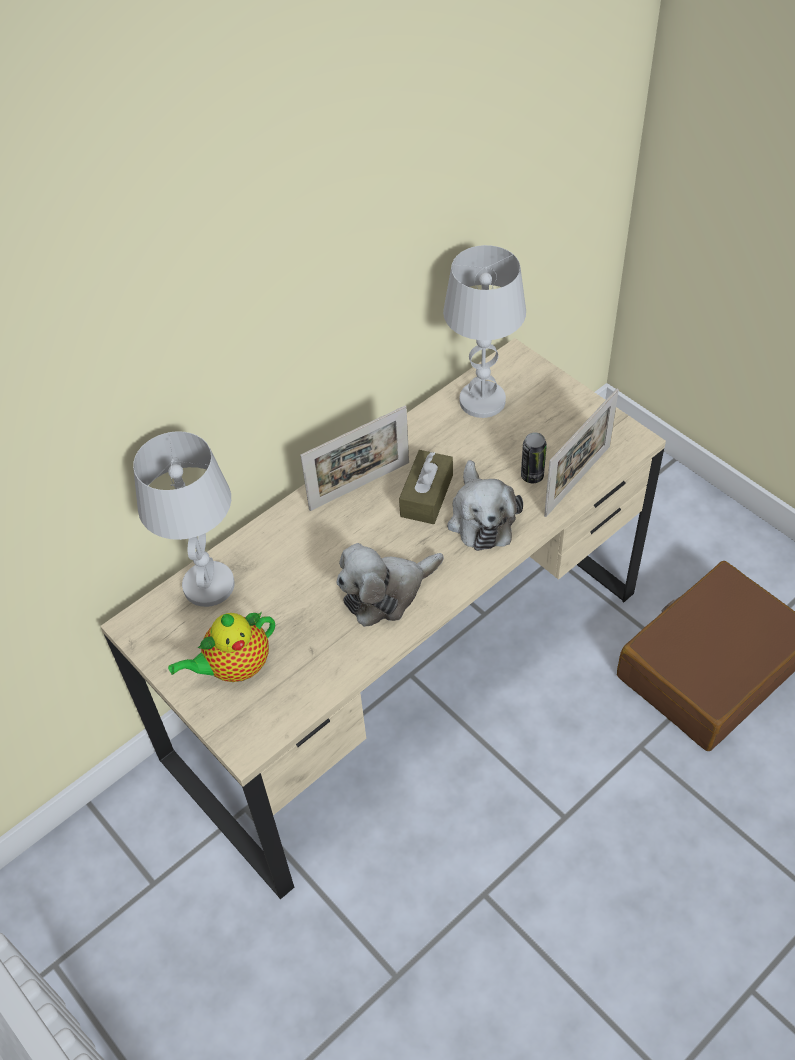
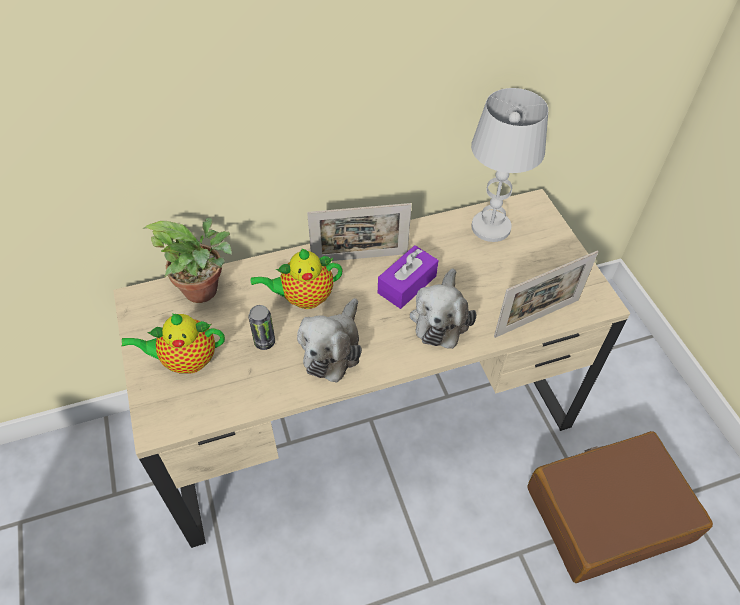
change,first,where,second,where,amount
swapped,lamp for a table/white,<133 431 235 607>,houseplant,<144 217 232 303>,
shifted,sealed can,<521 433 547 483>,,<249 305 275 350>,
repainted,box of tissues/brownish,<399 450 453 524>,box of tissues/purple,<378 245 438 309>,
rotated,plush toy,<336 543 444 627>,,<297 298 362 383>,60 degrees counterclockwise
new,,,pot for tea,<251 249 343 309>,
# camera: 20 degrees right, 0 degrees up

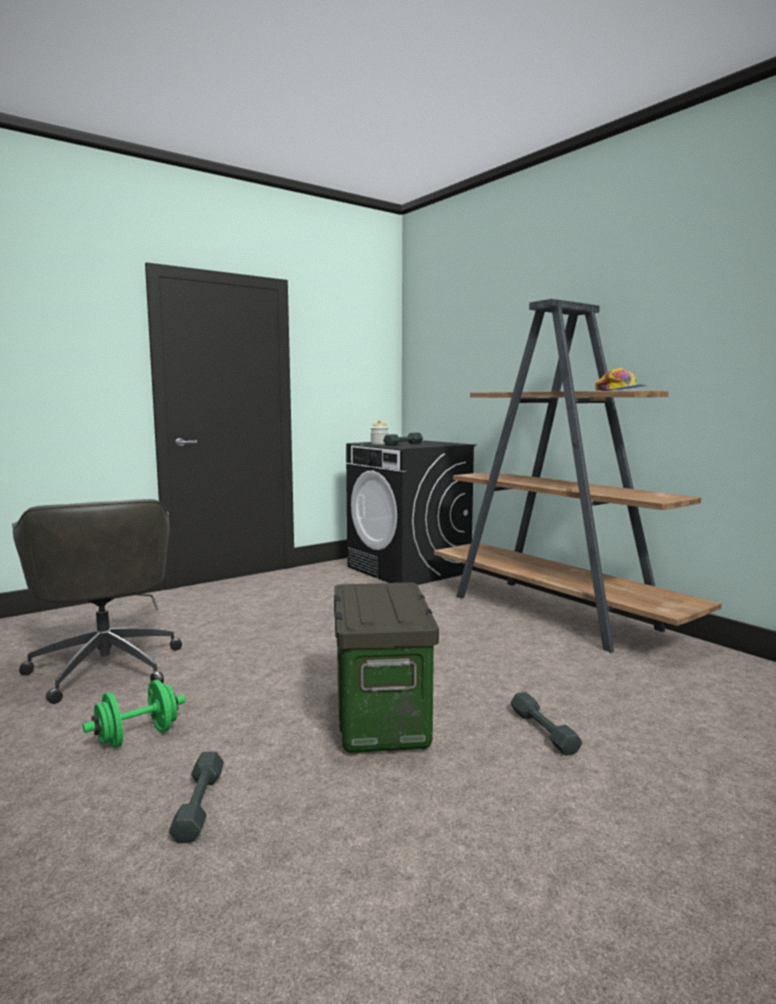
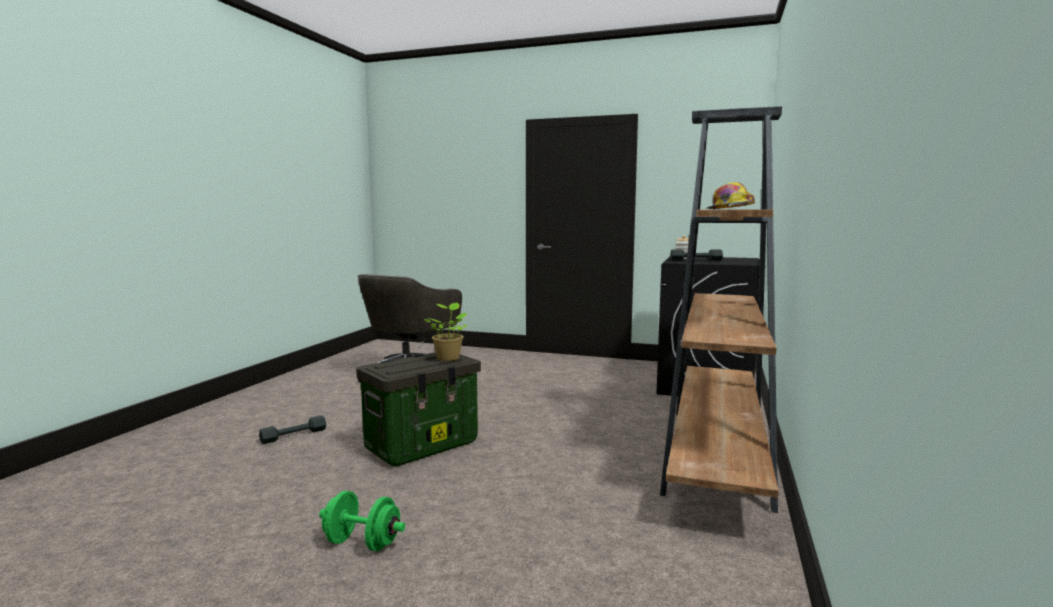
change,first,where,second,where,amount
shifted,hand weight/green,<83 680 185 748>,,<319 491 405 551>,
gone,hand weight/grey,<510 692 582 756>,,,
new,,,houseplant,<424 302 467 361>,
# camera: 55 degrees right, 0 degrees up

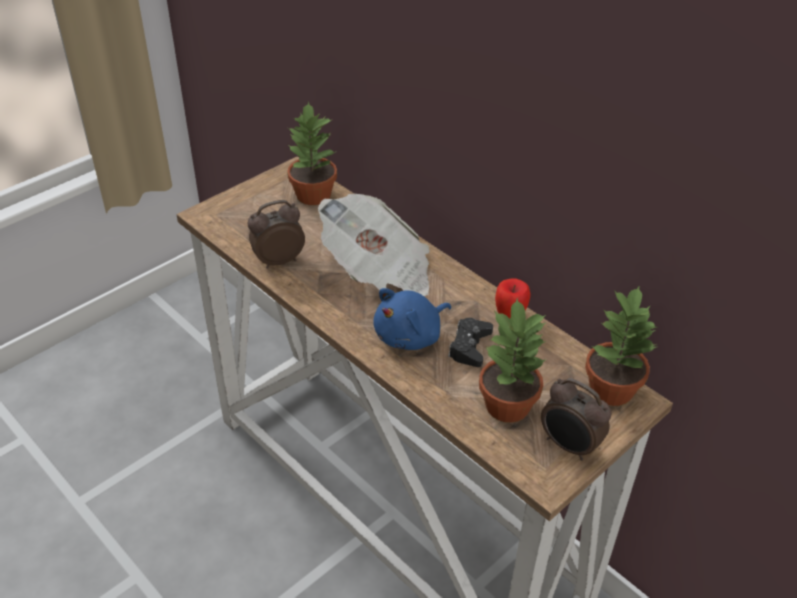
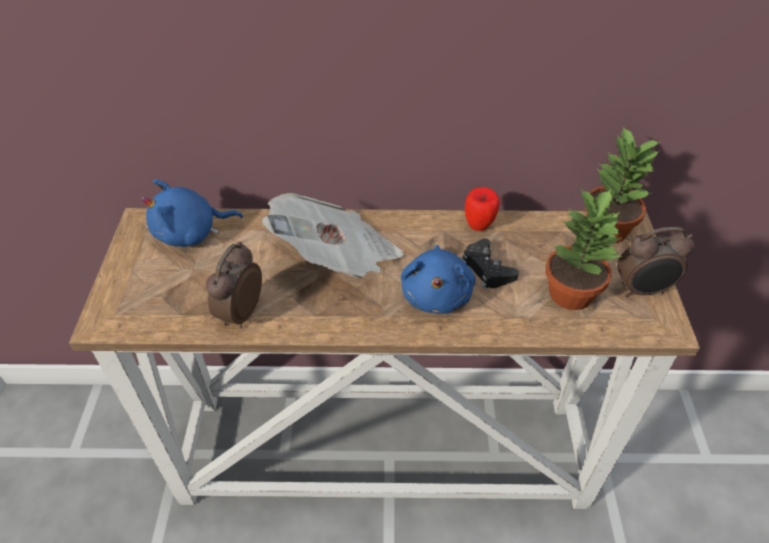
change,first,where,second,where,amount
swapped,houseplant,<287 101 337 205>,plush toy/blue,<141 179 243 247>,
# camera: 45 degrees left, 5 degrees up

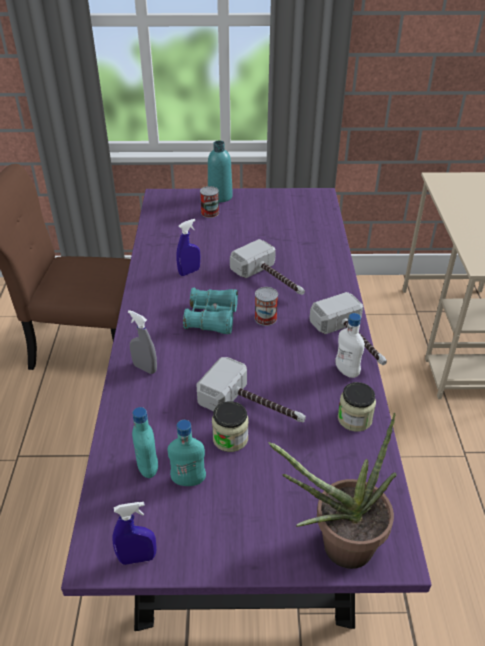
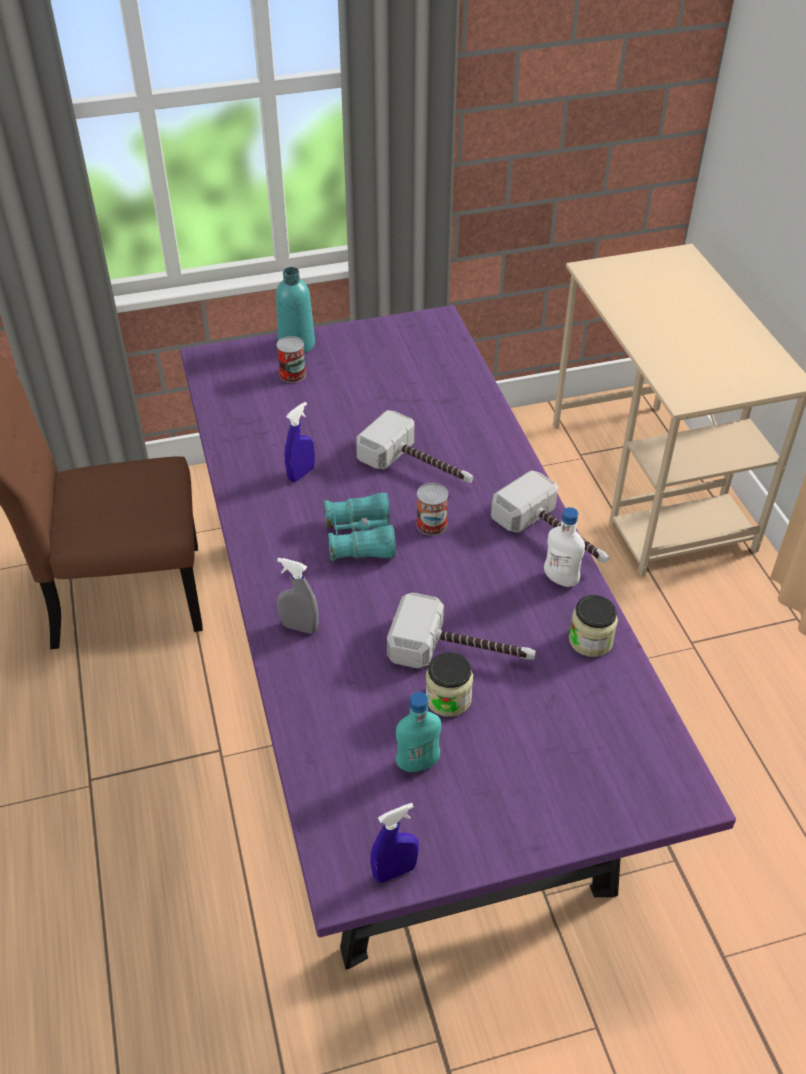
change,first,where,second,where,amount
gone,bottle/blue-green,<132 407 158 478>,,,
gone,houseplant,<268 413 397 569>,,,
# camera: 15 degrees left, 5 degrees up

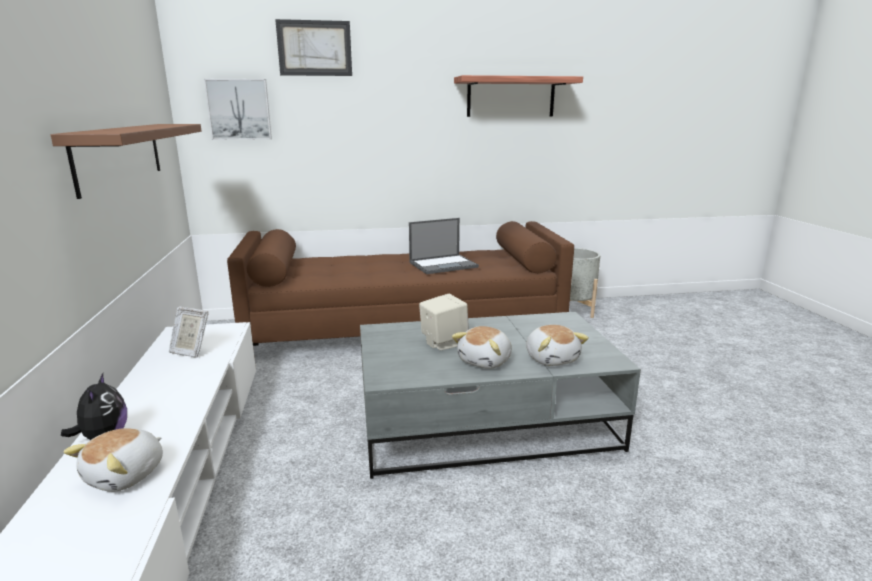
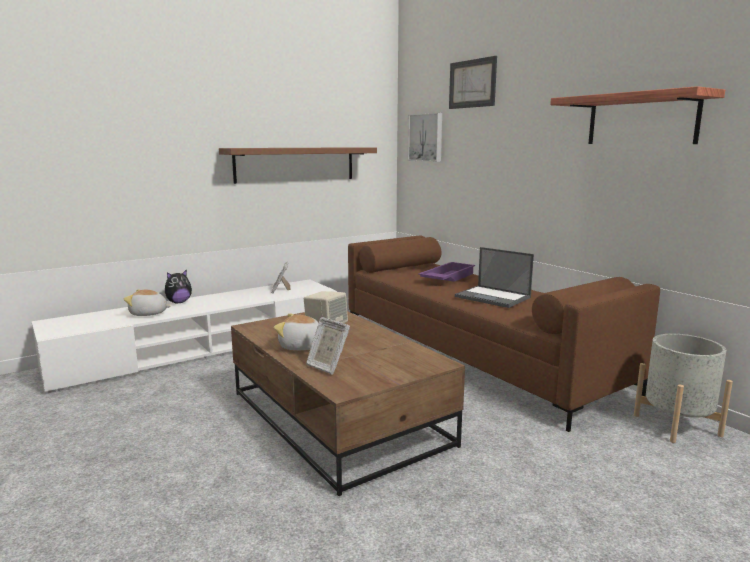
change,first,where,second,where,amount
repainted,lounge table/grey,<360 312 641 479>,lounge table/brownish,<231 311 465 496>,
swapped,plush toy,<526 325 589 366>,standing frame,<306 317 350 375>,
new,,,carrying tray/purple,<418 262 475 282>,
# camera: 65 degrees right, 5 degrees down

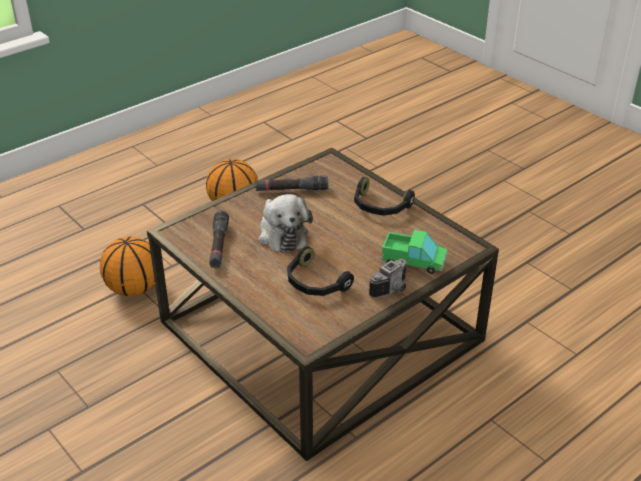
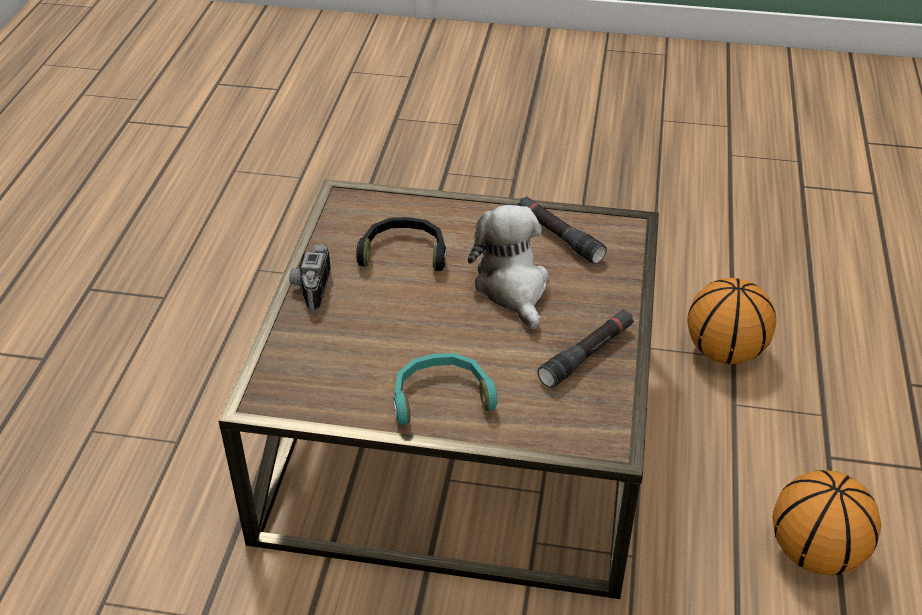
change,first,where,second,where,amount
repainted,pair of headphones/black-coloured,<354 177 415 216>,pair of headphones/blue-green,<394 353 497 425>,
rotated,plush toy,<258 194 313 253>,,<468 205 549 330>,45 degrees clockwise
gone,toy lorry,<381 230 447 274>,,,
# camera: 140 degrees right, 5 degrees up

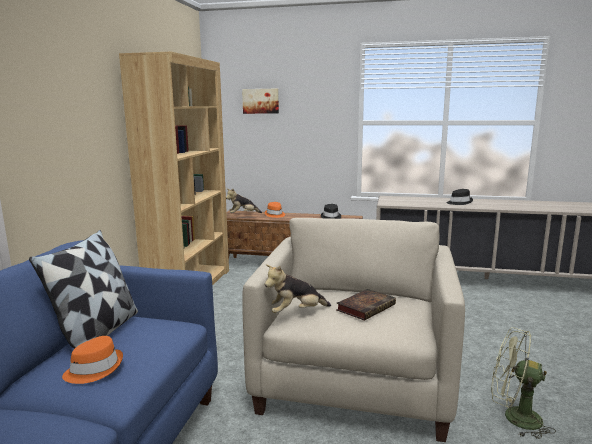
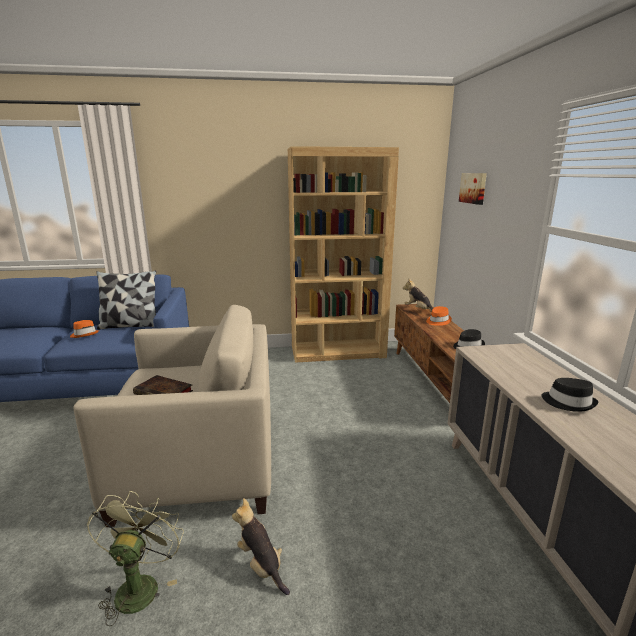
change,first,where,second,where,amount
shifted,plush toy,<264 264 331 313>,,<232 498 290 595>,
# camera: 70 degrees right, 5 degrees up

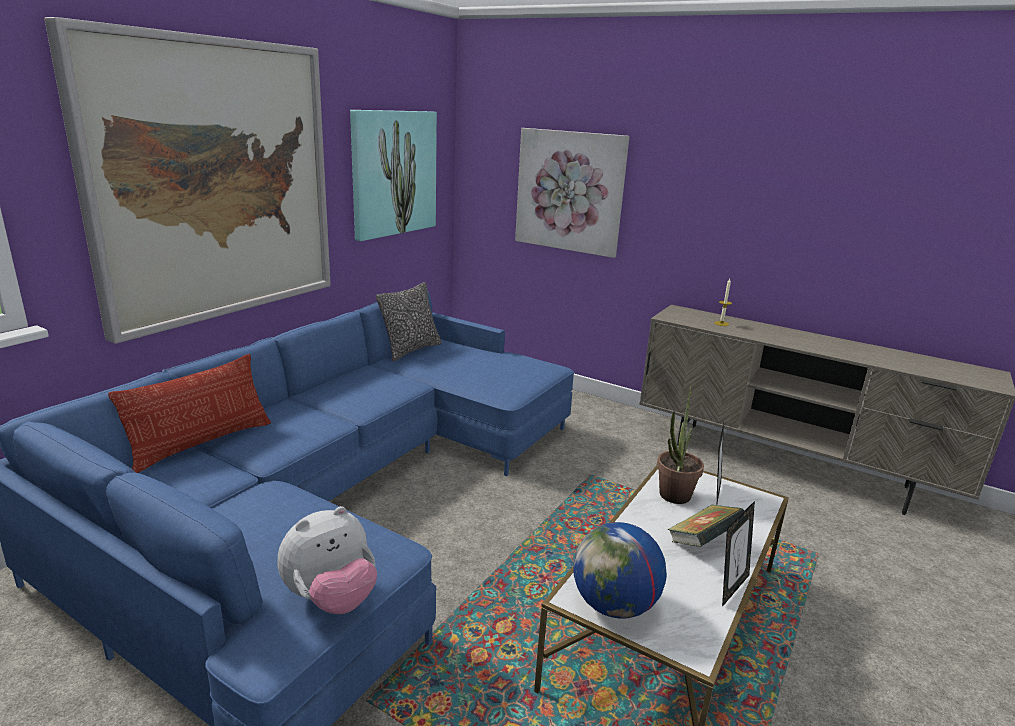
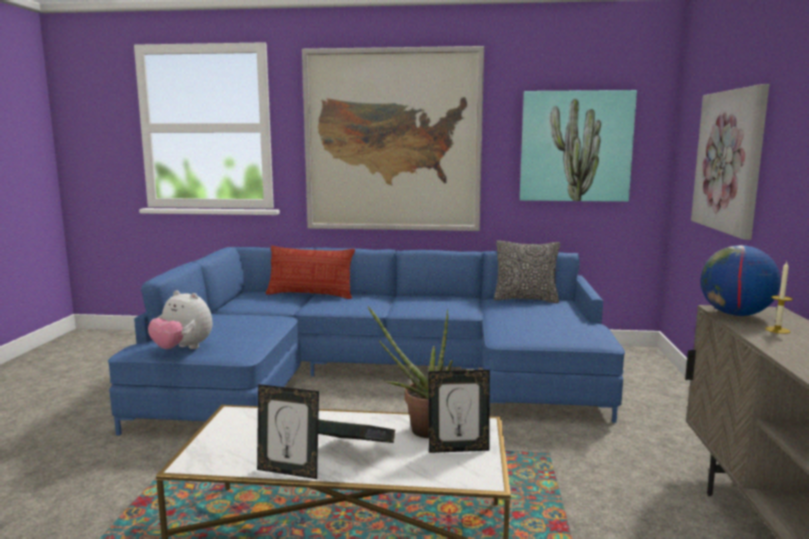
change,first,where,second,where,amount
shifted,desk globe,<573 522 667 619>,,<700 245 781 316>,
# camera: 65 degrees right, 10 degrees down

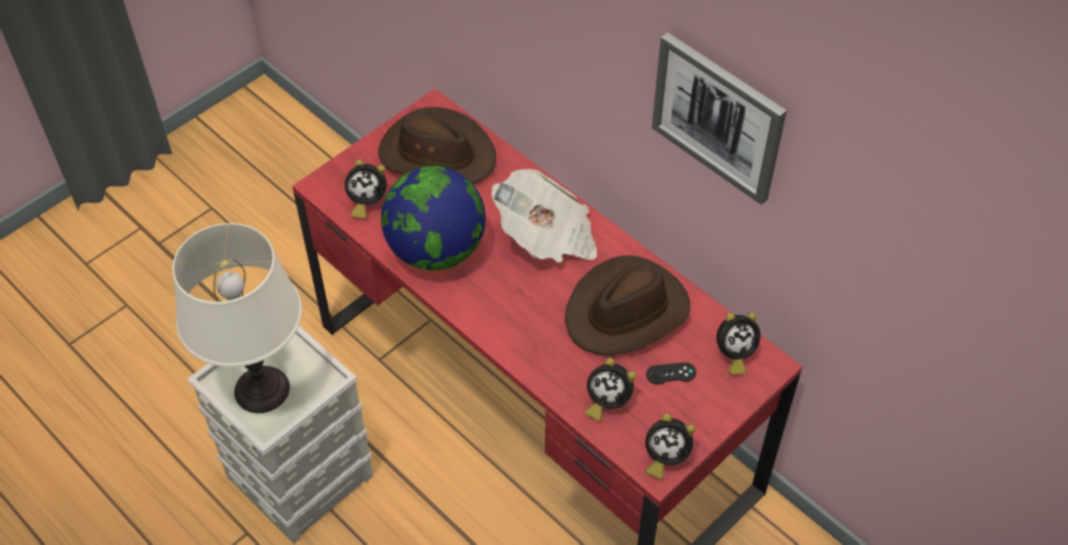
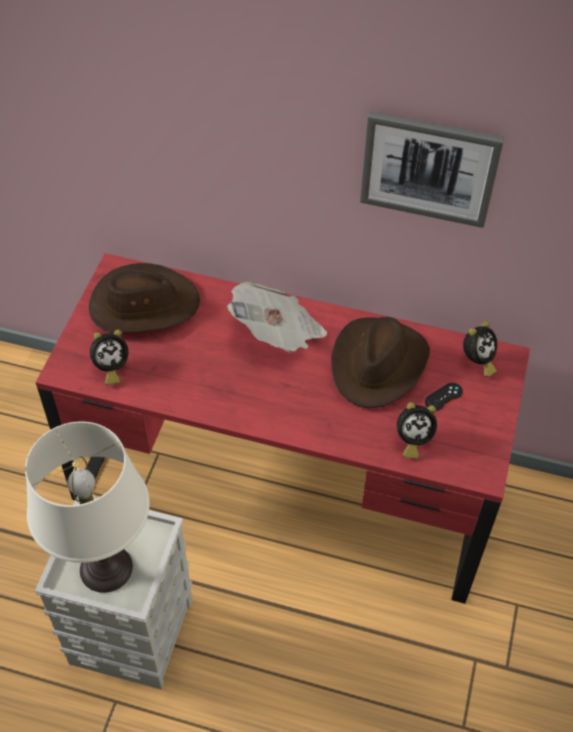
change,first,where,second,where,amount
gone,desk globe,<381 166 486 270>,,,
gone,bedside clock,<645 413 695 479>,,,
# camera: 30 degrees left, 0 degrees up

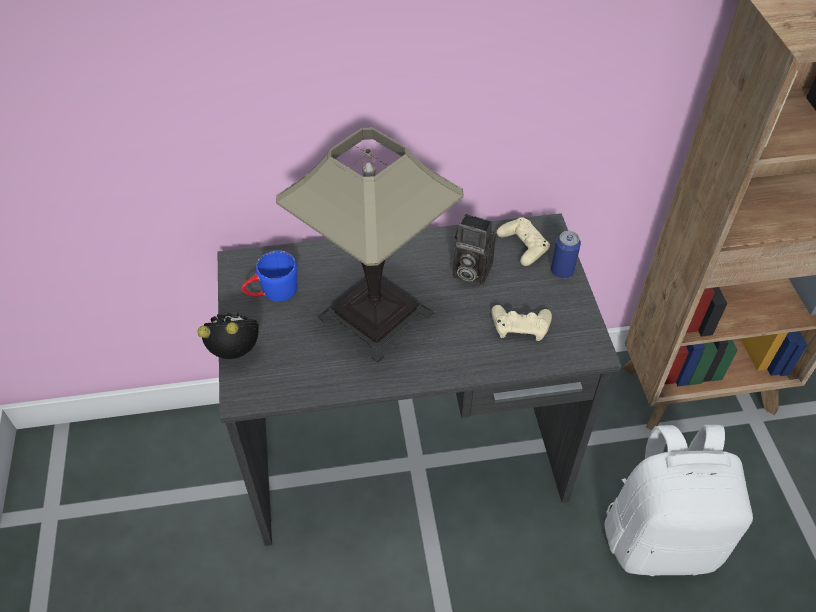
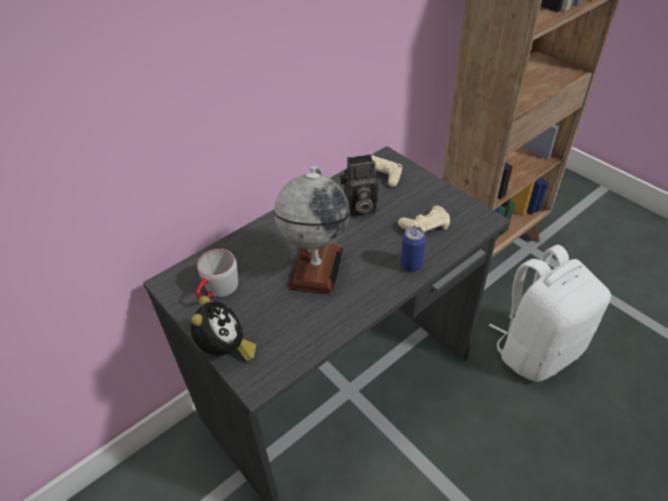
change,first,where,second,where,amount
swapped,lamp for a table,<276 127 464 363>,desk globe,<274 166 350 295>,
shifted,sealed can,<551 231 581 279>,,<401 227 426 272>,
repainted,tea mug/blue,<242 250 297 302>,tea mug/grey,<196 249 238 299>,
rotated,bedside clock,<197 313 259 359>,,<191 296 256 361>,120 degrees clockwise
# camera: 30 degrees left, 5 degrees down

